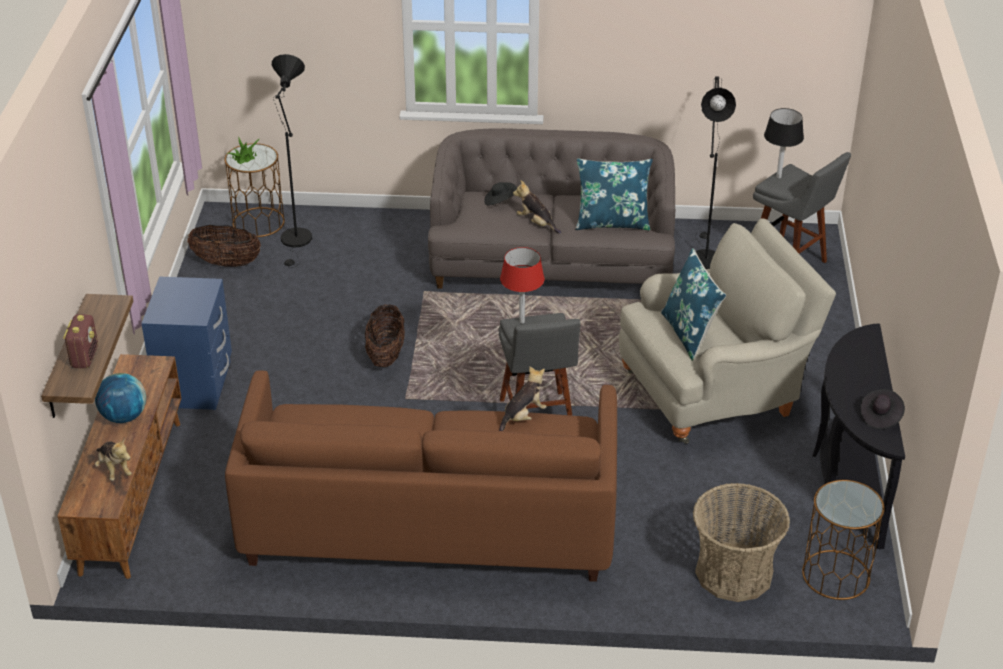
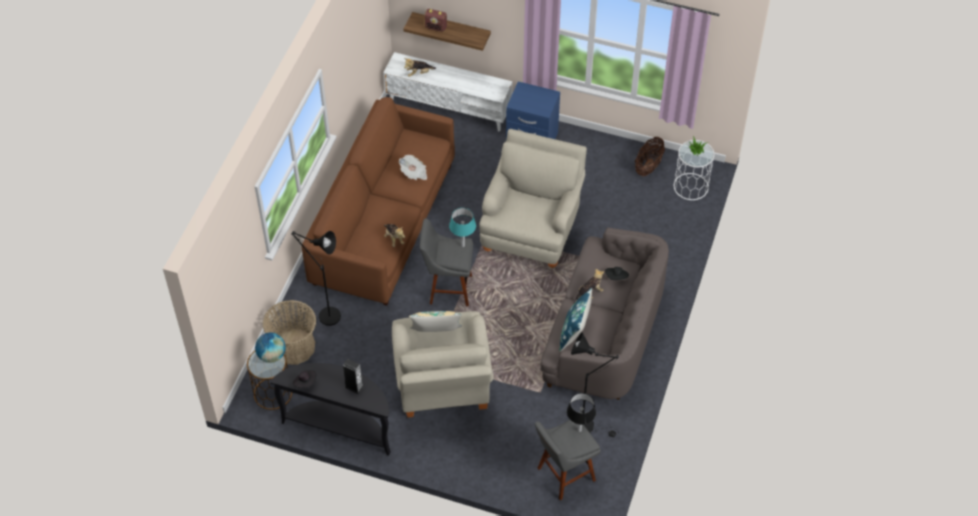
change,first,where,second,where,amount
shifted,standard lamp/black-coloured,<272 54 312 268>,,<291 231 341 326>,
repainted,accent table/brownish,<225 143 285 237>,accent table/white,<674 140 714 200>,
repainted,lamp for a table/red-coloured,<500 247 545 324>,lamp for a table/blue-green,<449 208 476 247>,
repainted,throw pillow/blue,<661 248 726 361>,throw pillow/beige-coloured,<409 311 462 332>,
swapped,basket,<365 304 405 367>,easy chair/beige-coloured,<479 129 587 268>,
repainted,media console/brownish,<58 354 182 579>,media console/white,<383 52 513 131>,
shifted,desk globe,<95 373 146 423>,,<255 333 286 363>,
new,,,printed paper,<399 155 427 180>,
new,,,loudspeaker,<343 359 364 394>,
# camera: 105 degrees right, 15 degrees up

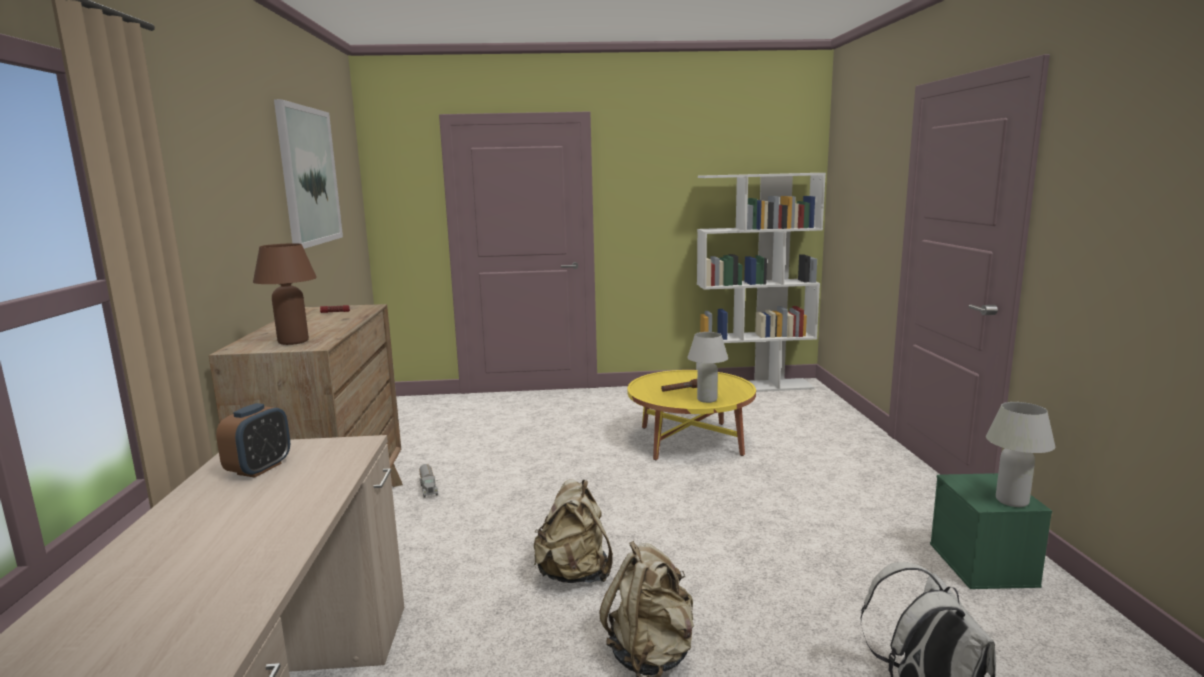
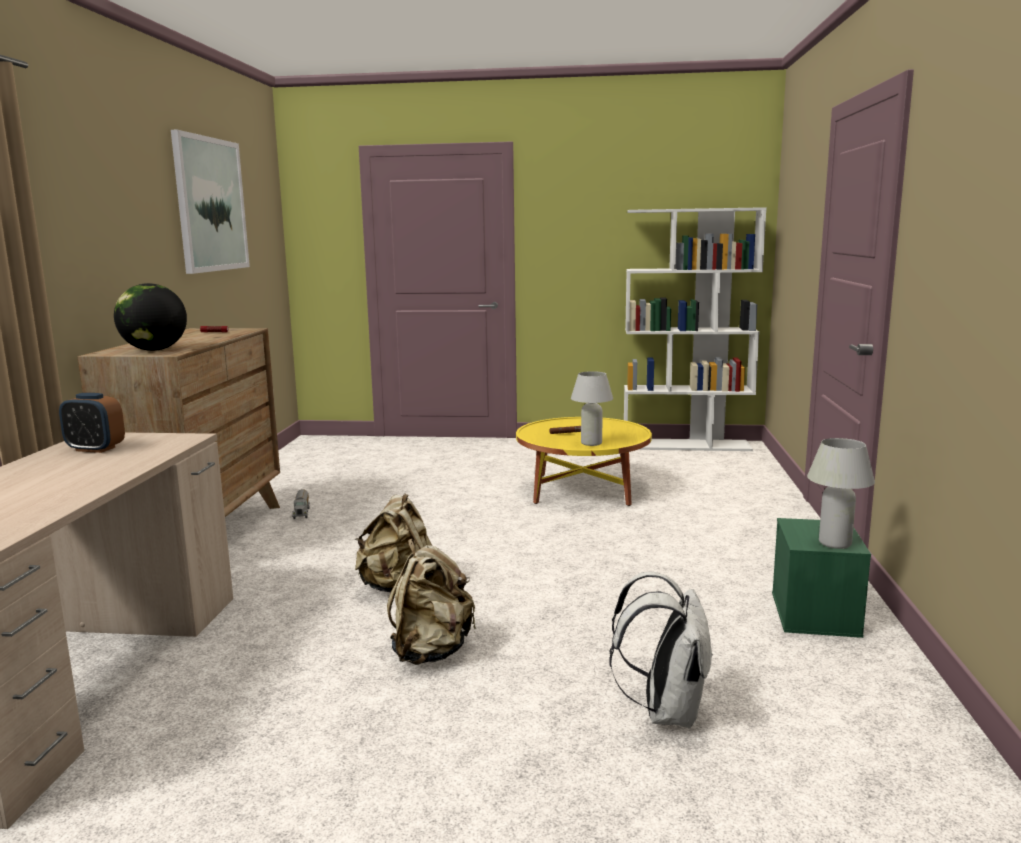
change,first,where,second,where,amount
swapped,lamp for a table/brownish,<253 243 317 345>,desk globe,<114 283 187 351>,
rotated,bedside clock,<216 403 290 478>,,<59 393 125 453>,75 degrees clockwise
# camera: 10 degrees right, 0 degrees up

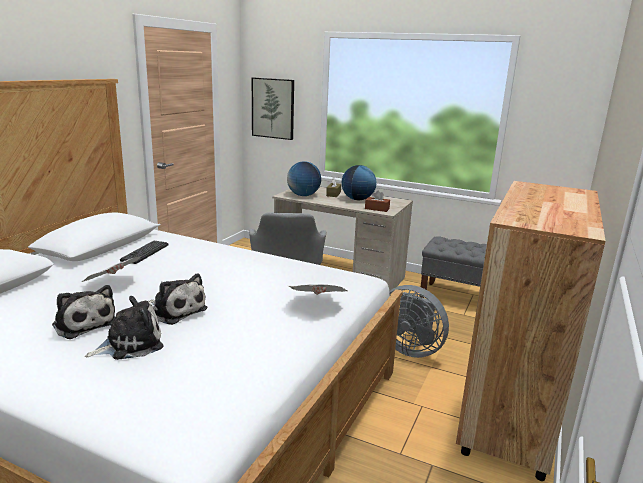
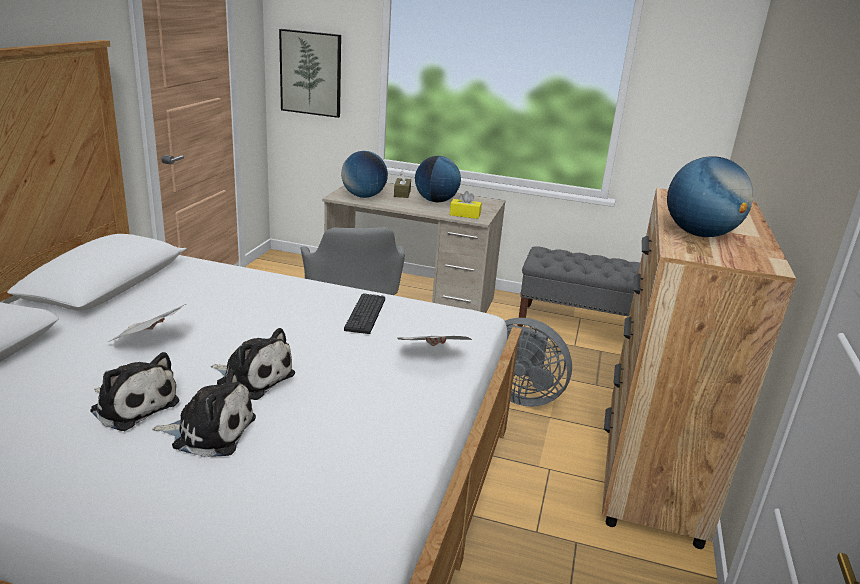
change,first,where,second,where,amount
repainted,box of tissues/brownish,<365 190 390 212>,box of tissues/yellow,<450 191 482 219>,
shifted,keyboard,<120 240 169 264>,,<344 293 385 334>,
rotated,plush toy,<85 296 164 360>,,<152 369 256 457>,45 degrees clockwise
new,,,desk globe,<667 156 753 237>,
# camera: 10 degrees left, 5 degrees up

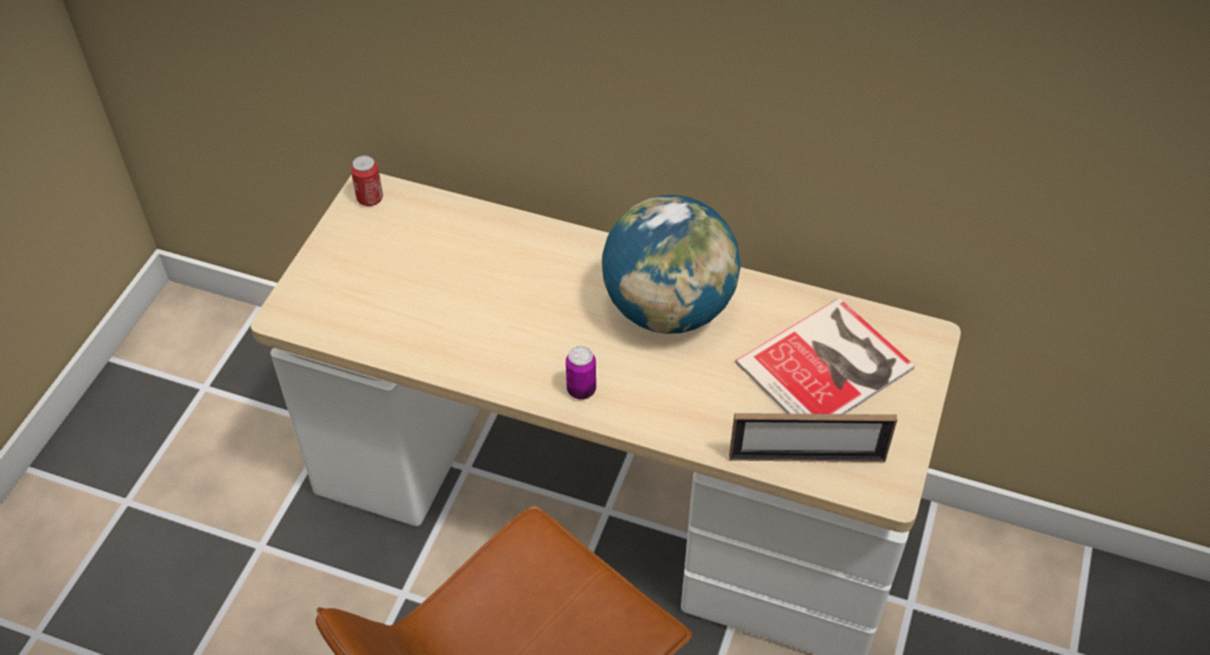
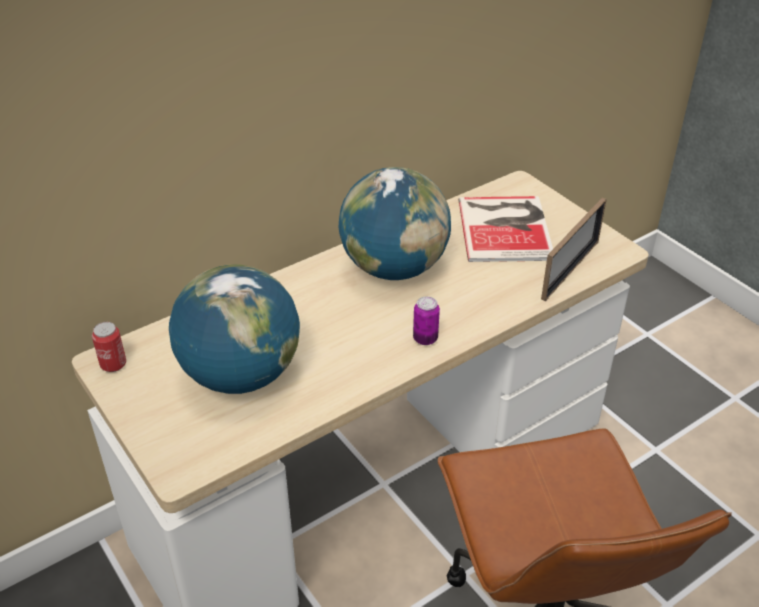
change,first,where,second,where,amount
new,,,desk globe,<169 264 300 394>,
# camera: 55 degrees left, 10 degrees down

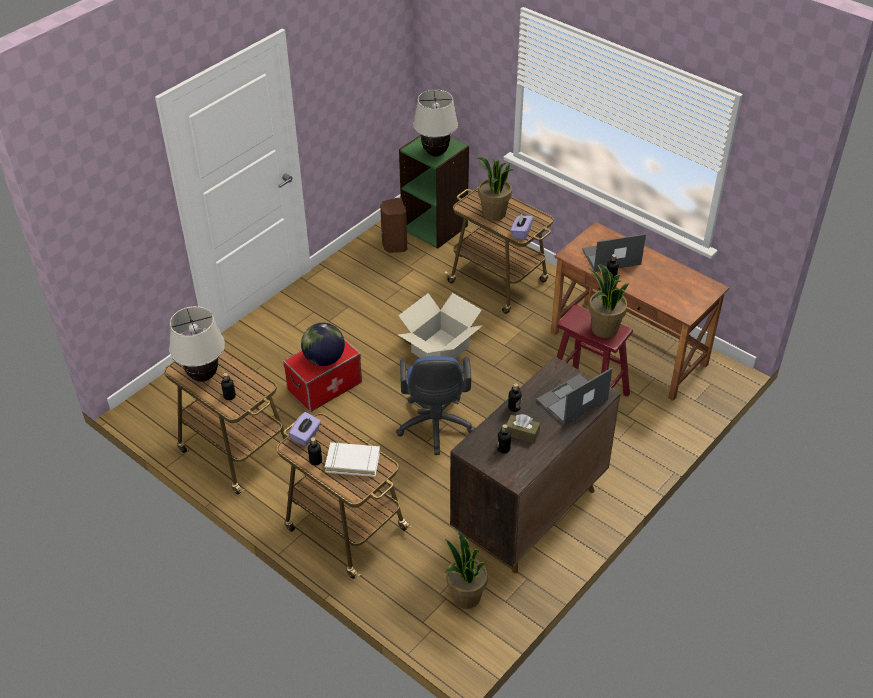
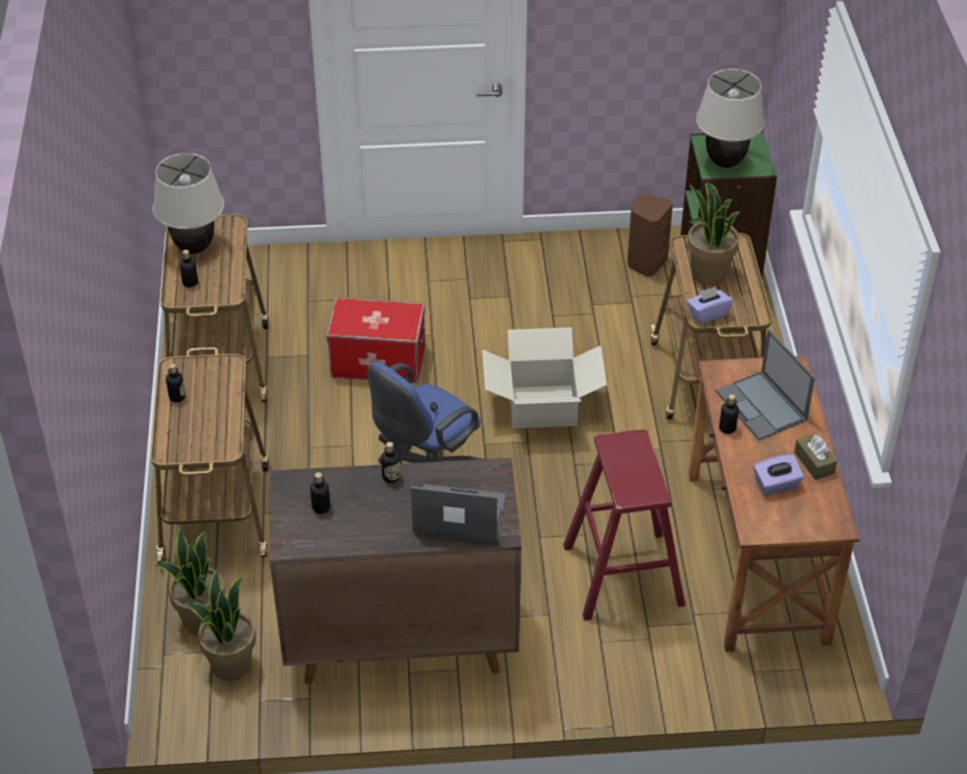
change,first,where,second,where,amount
rotated,laptop,<582 234 646 272>,,<715 329 815 440>,150 degrees counterclockwise
shifted,houseplant,<589 264 629 338>,,<156 526 226 635>,
gone,desk globe,<301 323 345 366>,,,
shifted,box of tissues/purple,<289 412 321 446>,,<753 455 804 495>,
shifted,box of tissues/brownish,<506 414 540 443>,,<794 434 837 480>,
gone,volume/white,<325 442 380 477>,,,
# camera: 45 degrees right, 0 degrees up

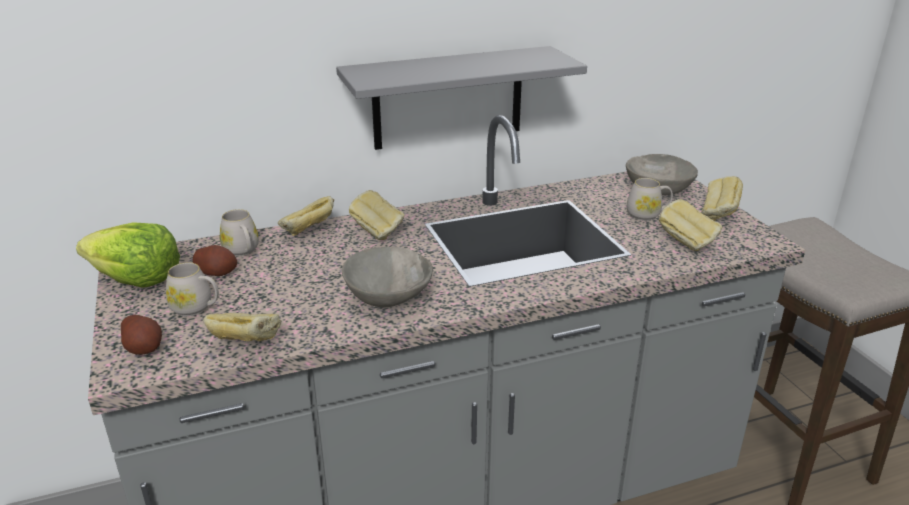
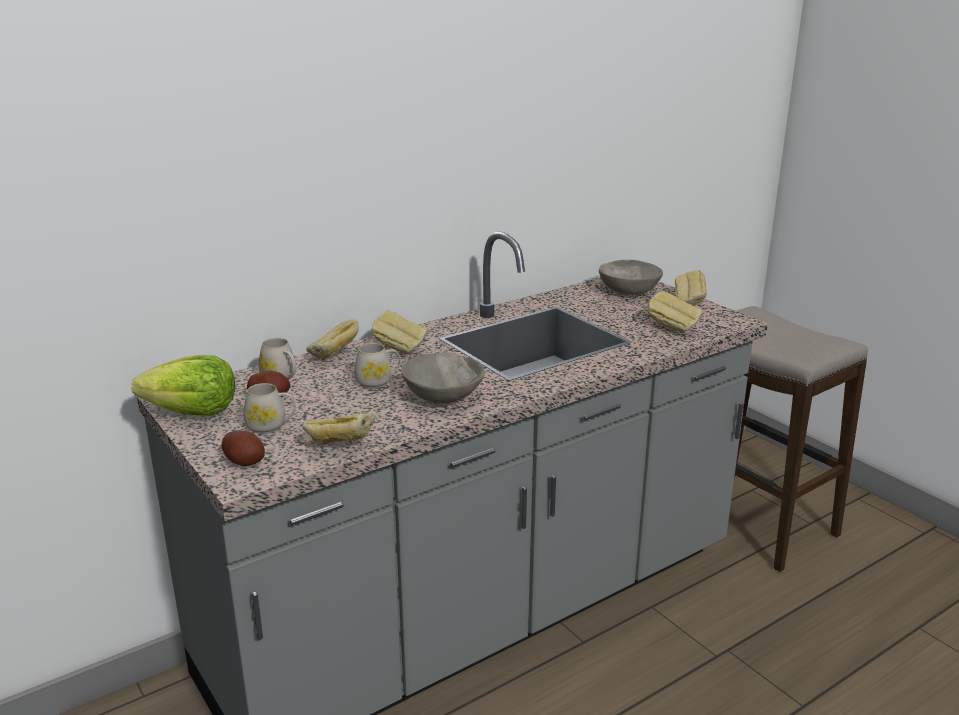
change,first,where,second,where,amount
gone,shelf/grey,<336 46 587 150>,,,
shifted,tea mug/white,<627 178 673 221>,,<354 343 401 389>,
# camera: 15 degrees left, 5 degrees down

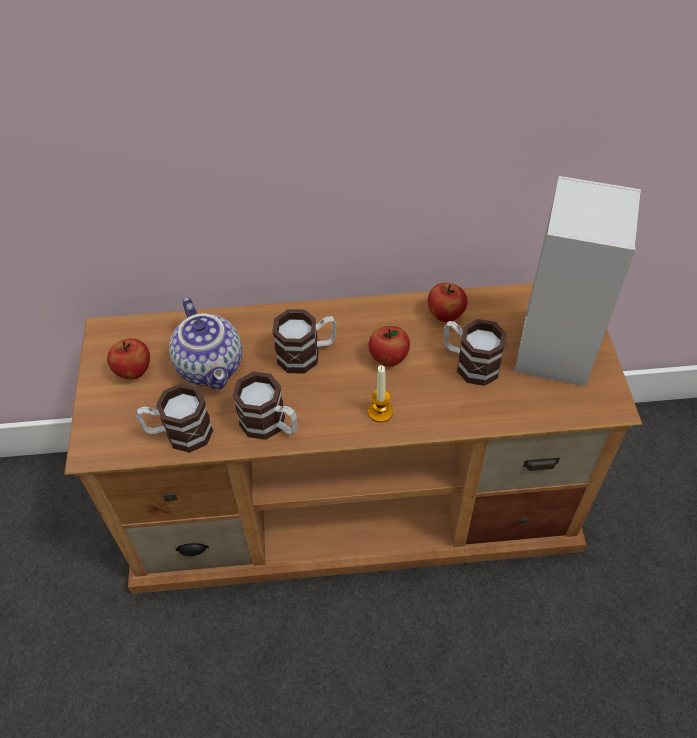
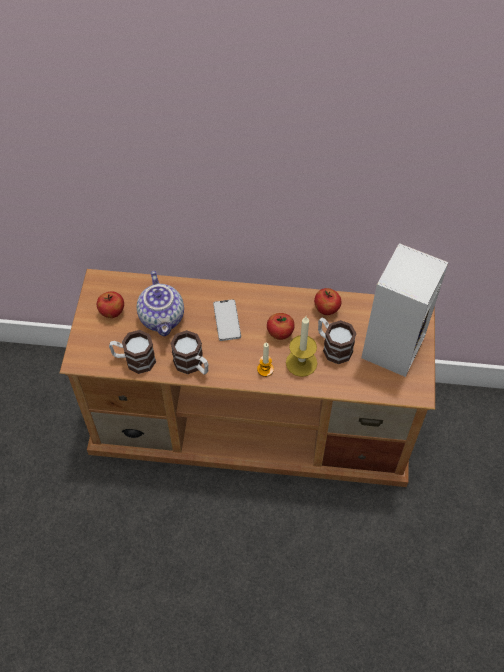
change,first,where,second,where,amount
swapped,tea mug,<272 309 337 374>,phone,<213 299 241 341>,
new,,,wax candle,<286 316 317 377>,
# camera: 10 degrees right, 5 degrees up

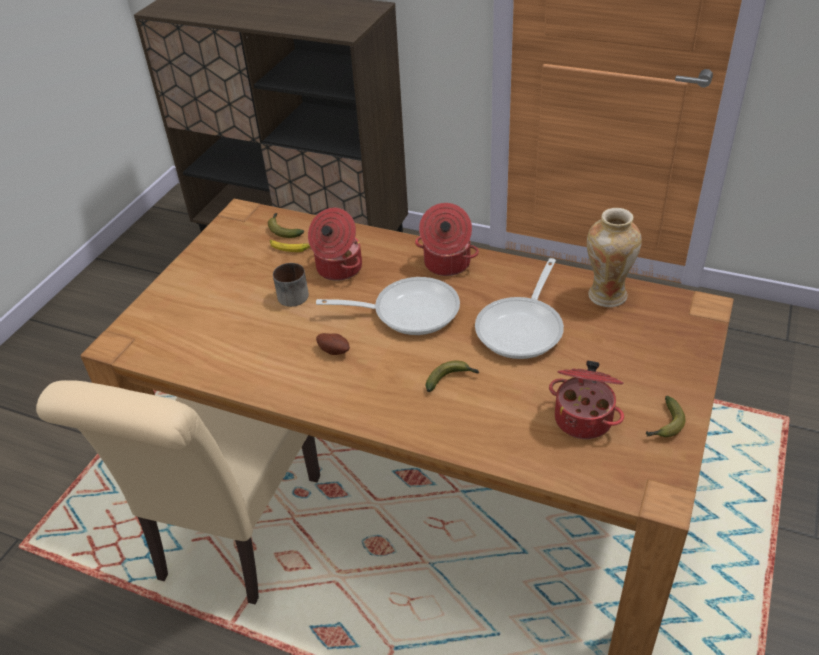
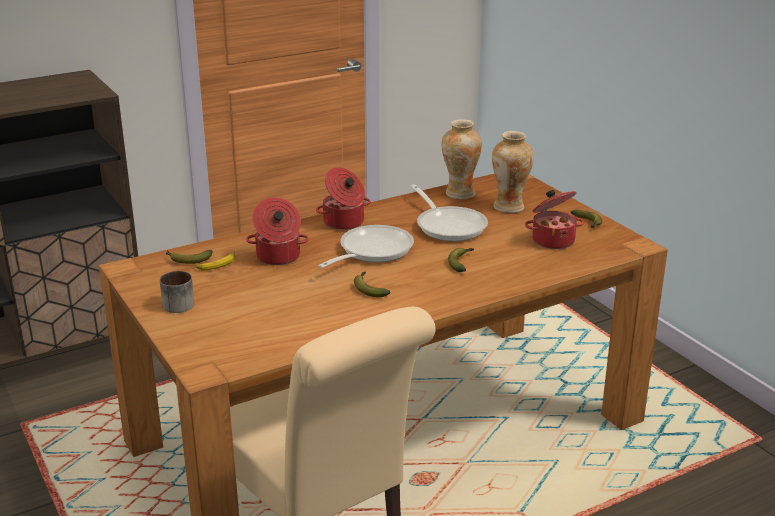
change,first,where,second,where,amount
shifted,tea mug,<273 263 309 307>,,<160 271 194 313>,
swapped,whole potato,<316 333 350 355>,banana,<354 271 390 297>,
new,,,vase,<492 131 534 213>,
# camera: 55 degrees left, 15 degrees down

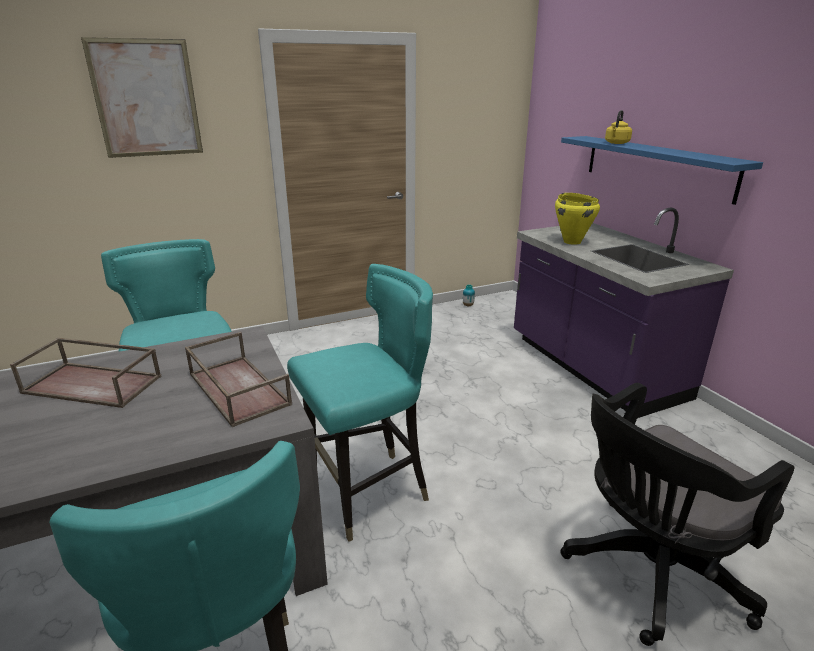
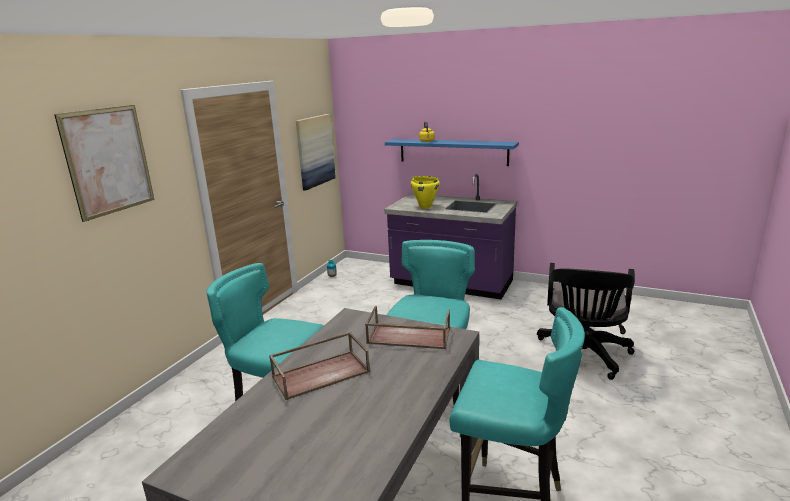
change,first,where,second,where,amount
new,,,wall art,<296 114 336 191>,
# camera: 40 degrees left, 5 degrees down

